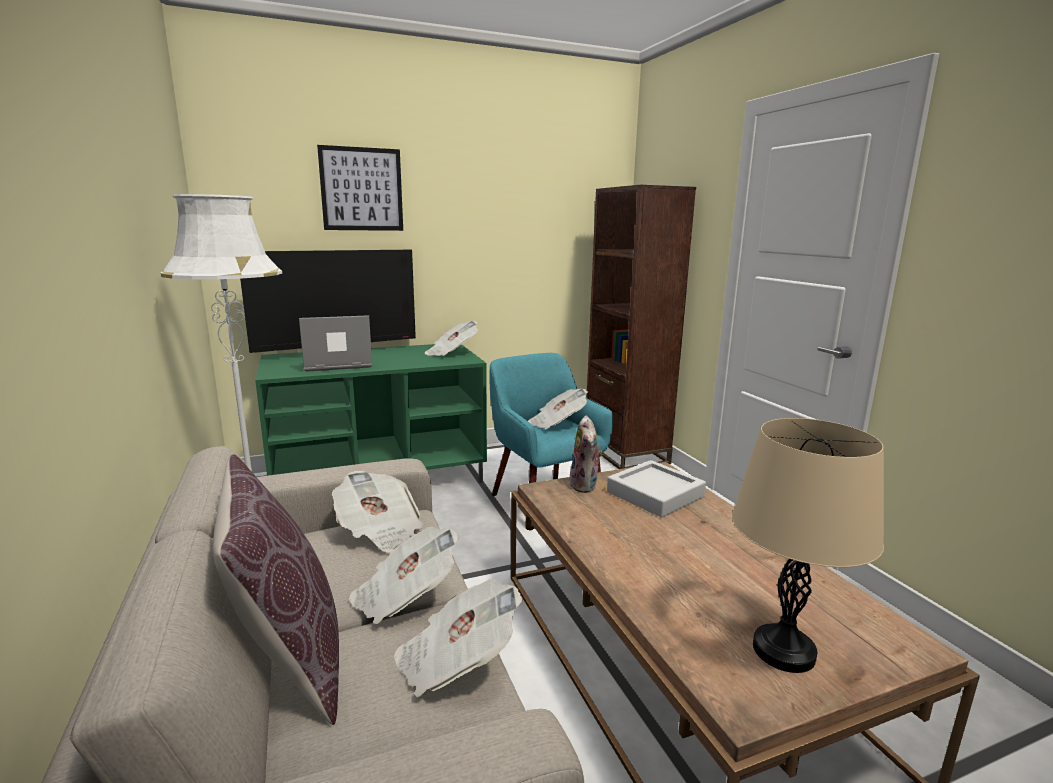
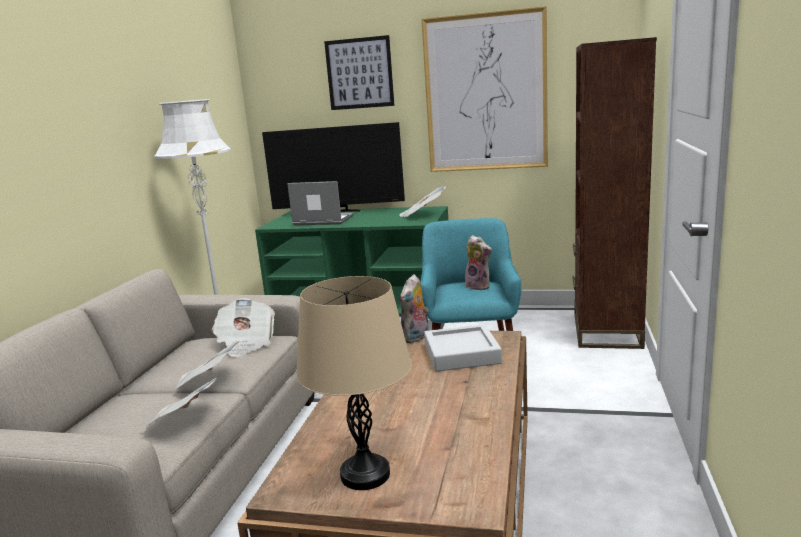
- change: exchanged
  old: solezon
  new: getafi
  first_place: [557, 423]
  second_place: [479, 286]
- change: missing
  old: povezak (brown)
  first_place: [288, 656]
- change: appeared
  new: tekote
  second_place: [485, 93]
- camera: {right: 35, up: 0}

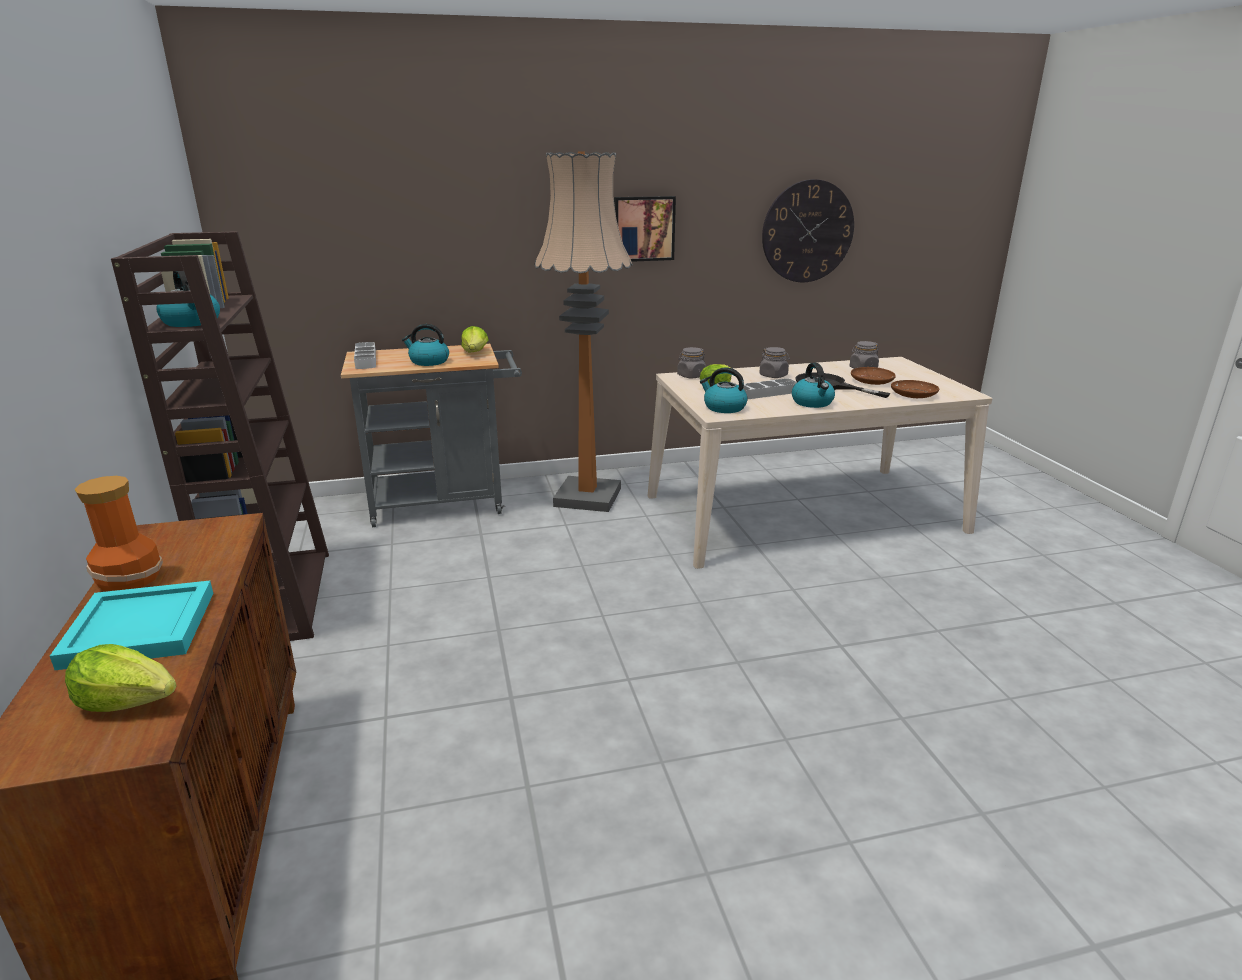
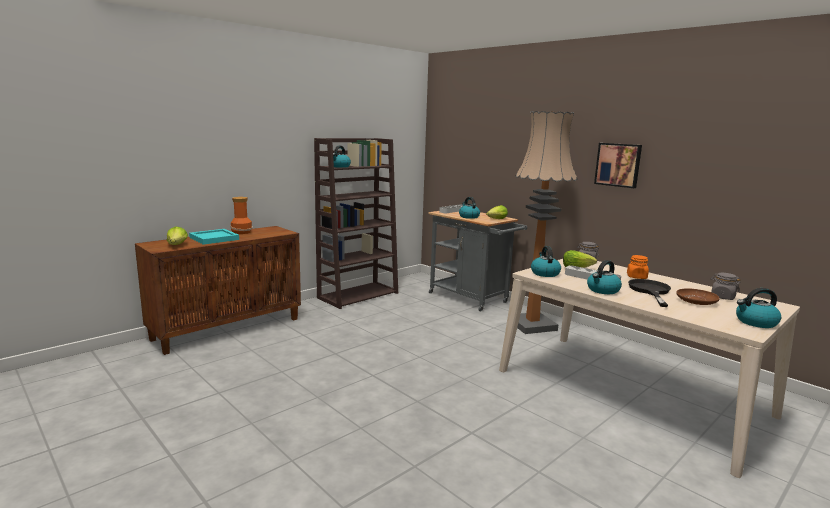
- change: missing
  old: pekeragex
  first_place: [807, 231]
- change: colour
  old: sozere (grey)
  new: sozere (orange)
  first_place: [773, 376]
  second_place: [636, 277]
- change: missing
  old: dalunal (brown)
  first_place: [913, 395]
- change: appeared
  new: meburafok
  second_place: [755, 322]
- camera: {right: 60, up: -10}

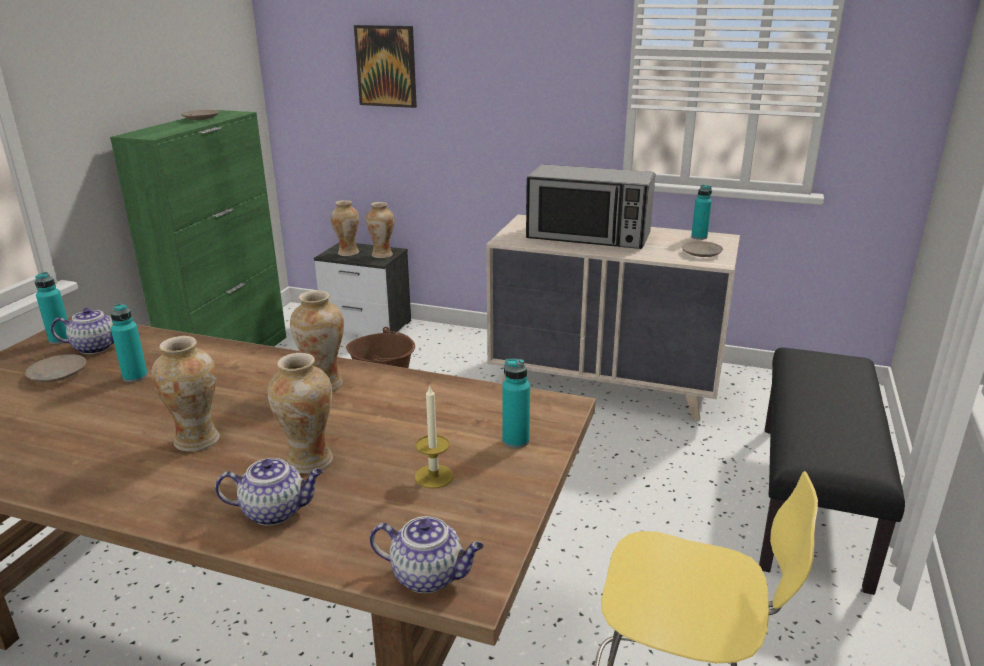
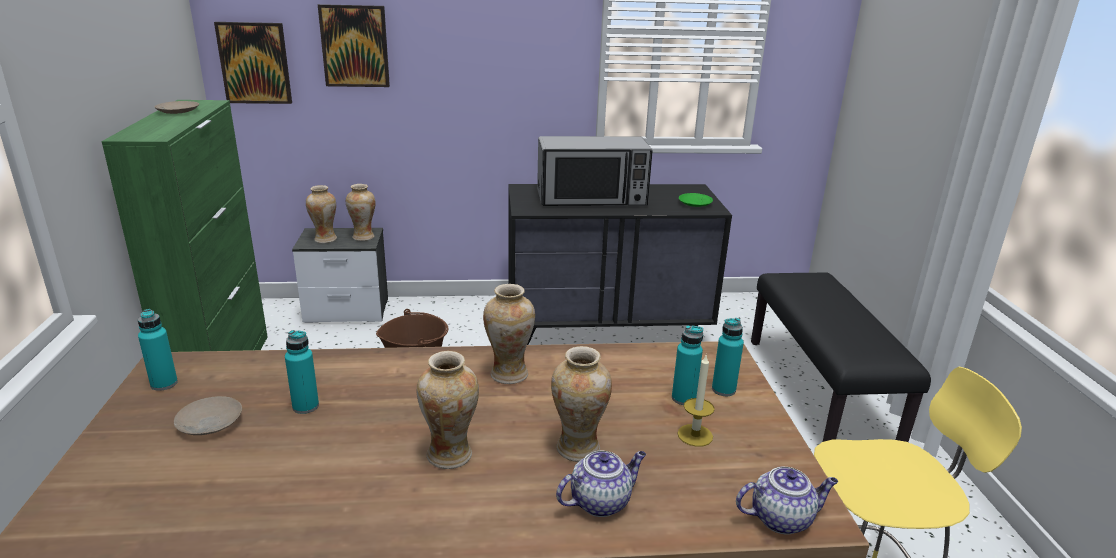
- change: relocated
  old: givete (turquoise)
  first_place: [699, 237]
  second_place: [683, 398]
- change: colour
  old: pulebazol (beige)
  new: pulebazol (black)
  first_place: [606, 384]
  second_place: [607, 328]
- change: colour
  old: dalunal (beige)
  new: dalunal (green)
  first_place: [702, 253]
  second_place: [695, 204]
- change: missing
  old: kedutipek
  first_place: [97, 347]
- change: appeared
  new: tekote
  second_place: [255, 63]
- camera: {right: -25, up: 0}

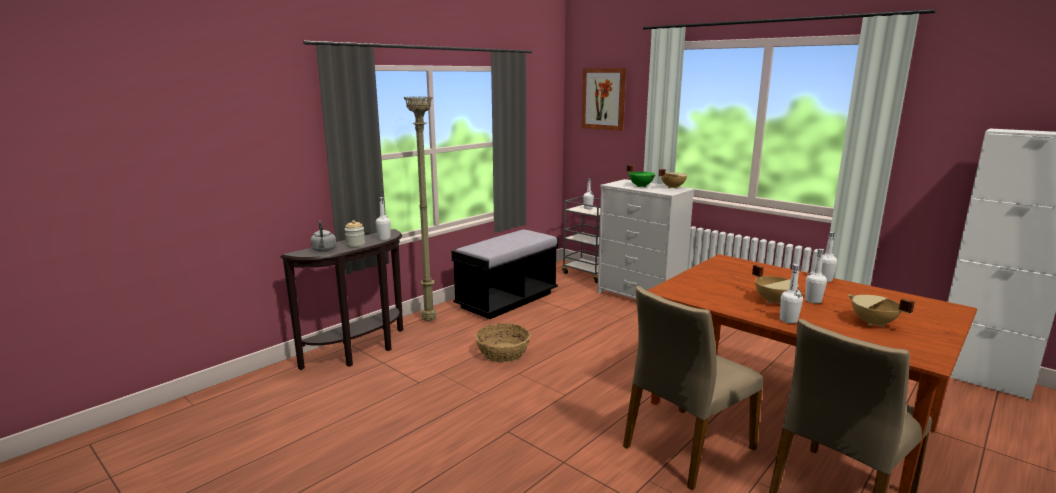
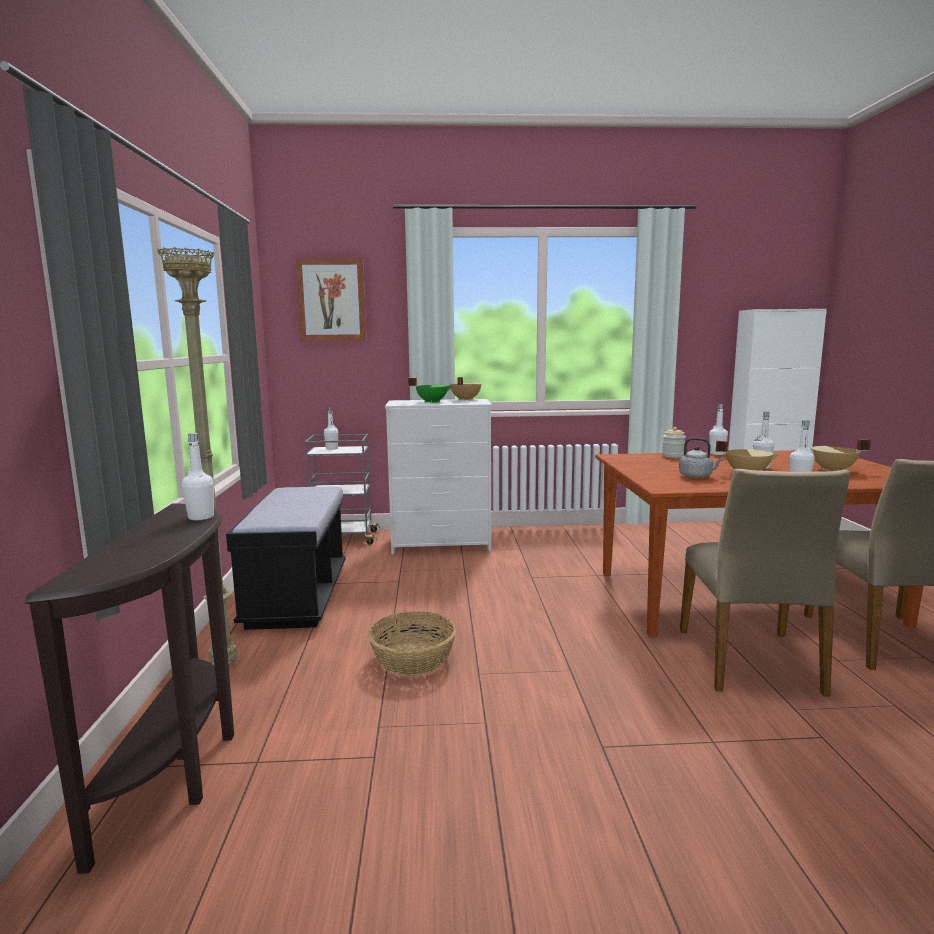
- change: relocated
  old: meburafok (grey)
  first_place: [324, 250]
  second_place: [697, 476]
- change: relocated
  old: sozere
  first_place: [355, 245]
  second_place: [673, 456]
- camera: {right: -45, up: -5}

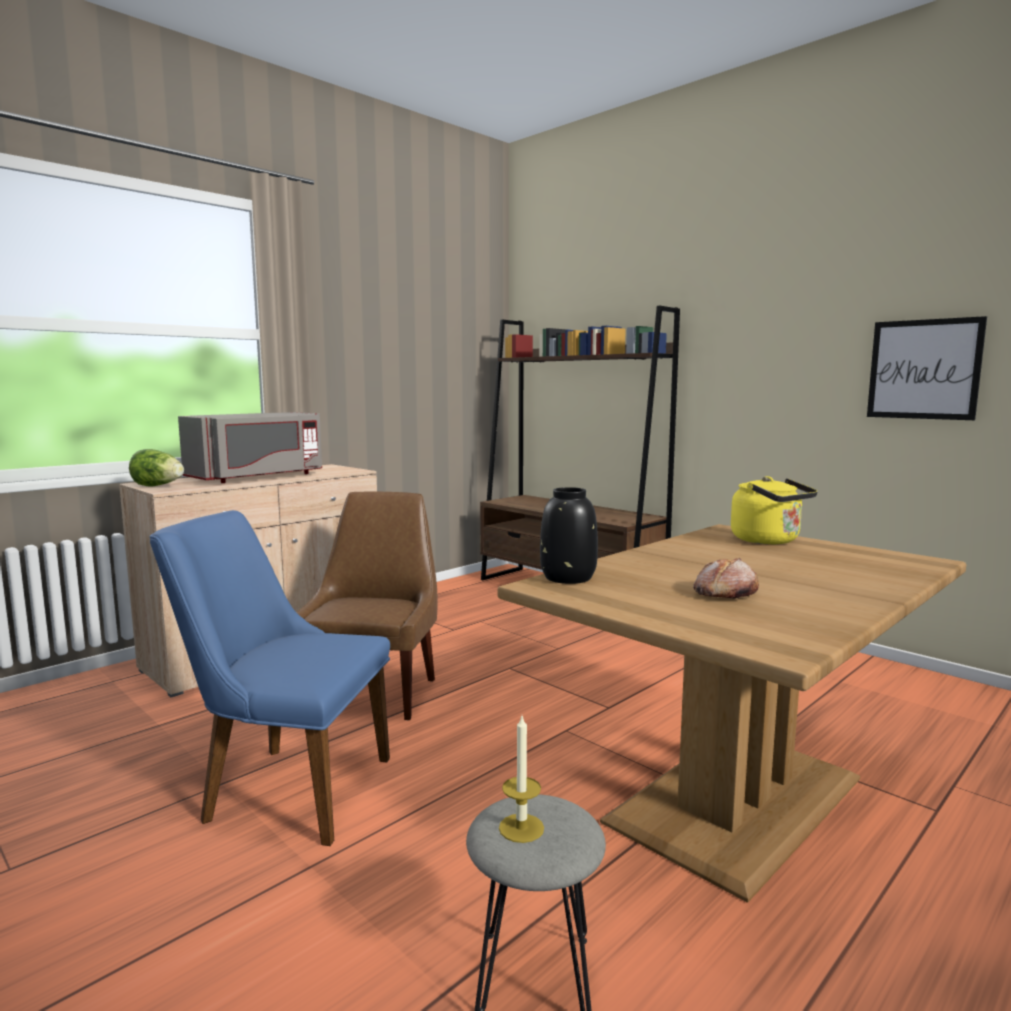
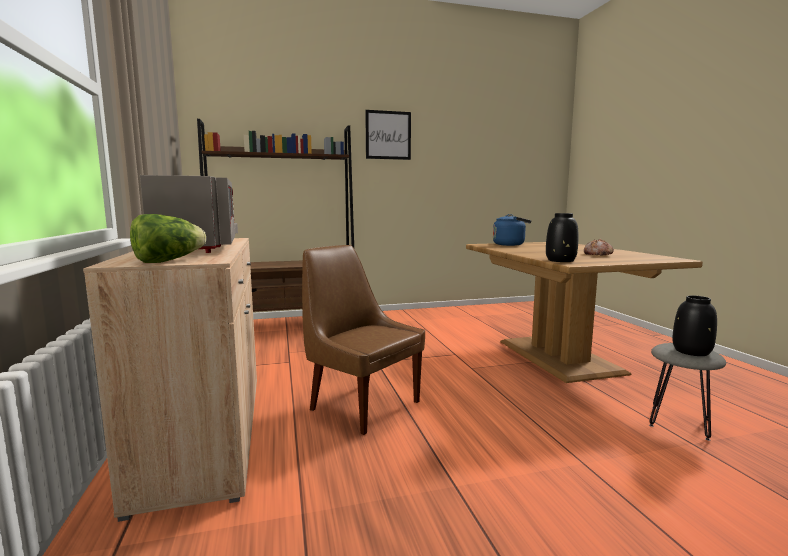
- change: relocated
  old: tekote
  first_place: [923, 369]
  second_place: [388, 135]
- change: colour
  old: meburafok (yellow)
  new: meburafok (blue)
  first_place: [769, 541]
  second_place: [510, 244]
- change: missing
  old: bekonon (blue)
  first_place: [283, 787]
- change: exchanged
  old: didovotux
  new: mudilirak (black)
  first_place: [521, 828]
  second_place: [691, 352]
- camera: {right: -60, up: 0}

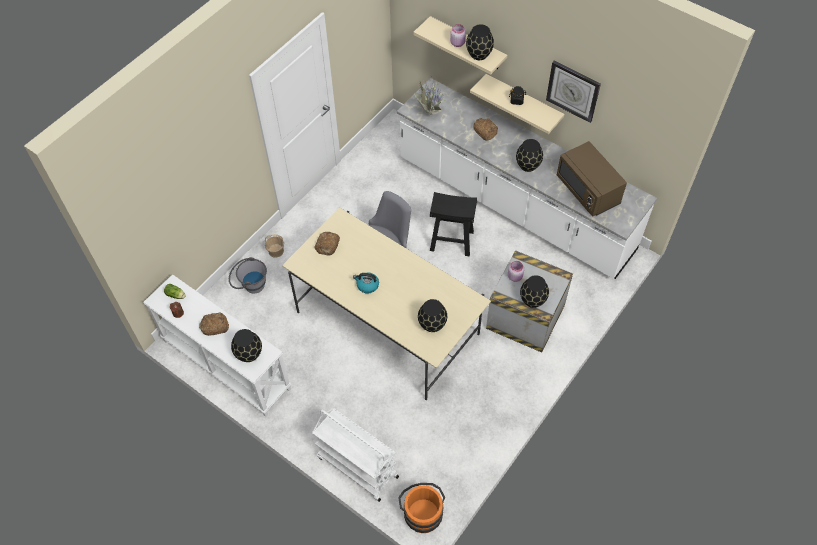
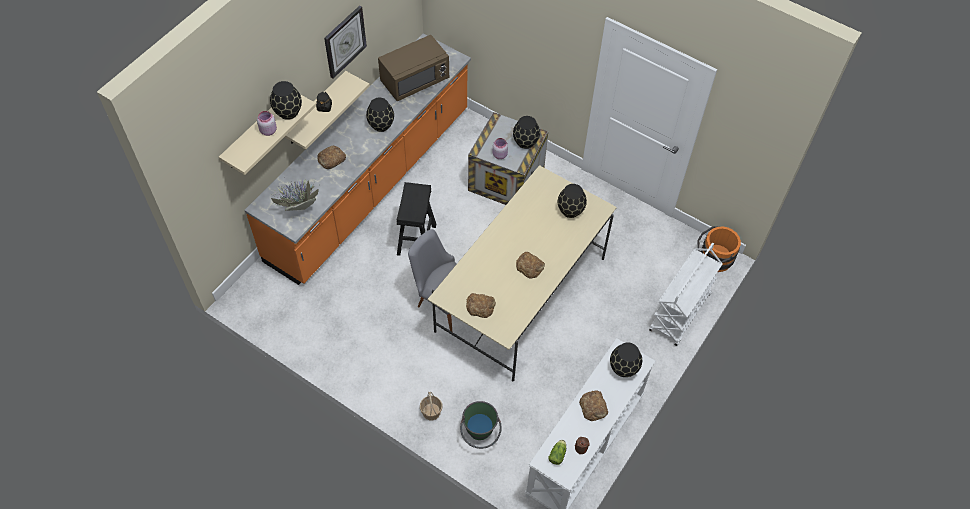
- change: colour
  old: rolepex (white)
  new: rolepex (orange)
  first_place: [514, 205]
  second_place: [371, 184]
- change: colour
  old: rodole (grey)
  new: rodole (green)
  first_place: [250, 285]
  second_place: [480, 434]
- change: exchanged
  old: meburafok
  new: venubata
  first_place: [367, 285]
  second_place: [530, 266]
- camera: {right: -95, up: 0}

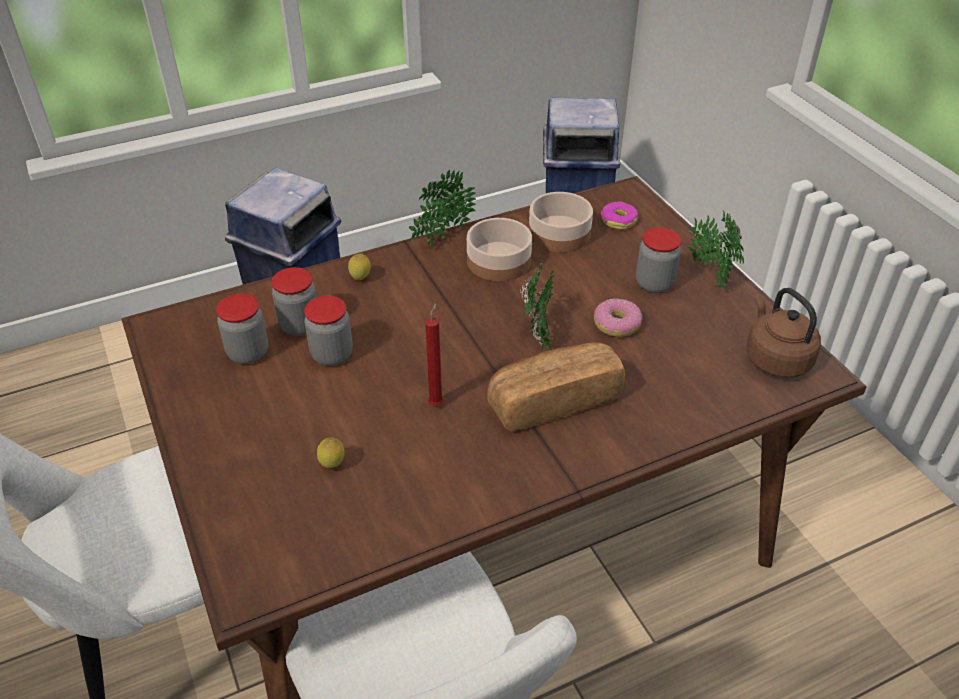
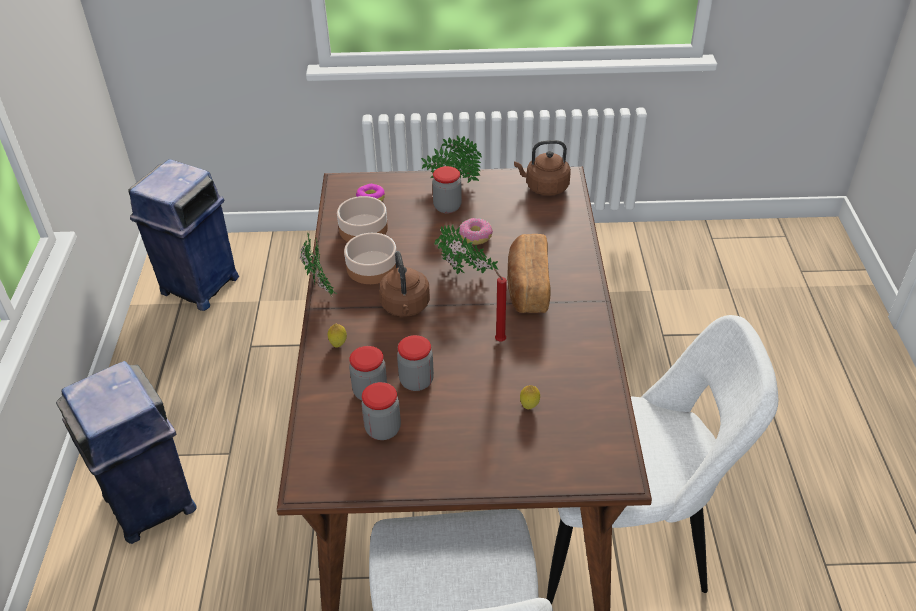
- change: appeared
  new: meburafok (brown)
  second_place: [405, 307]
- camera: {right: -65, up: 0}

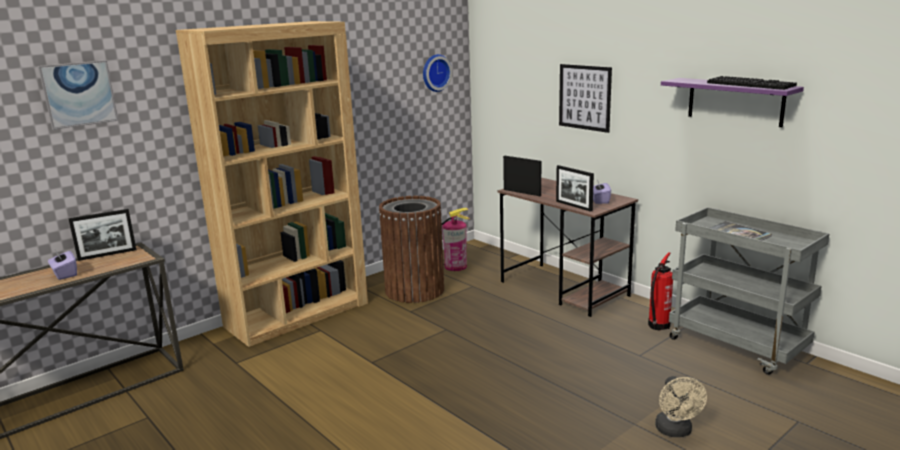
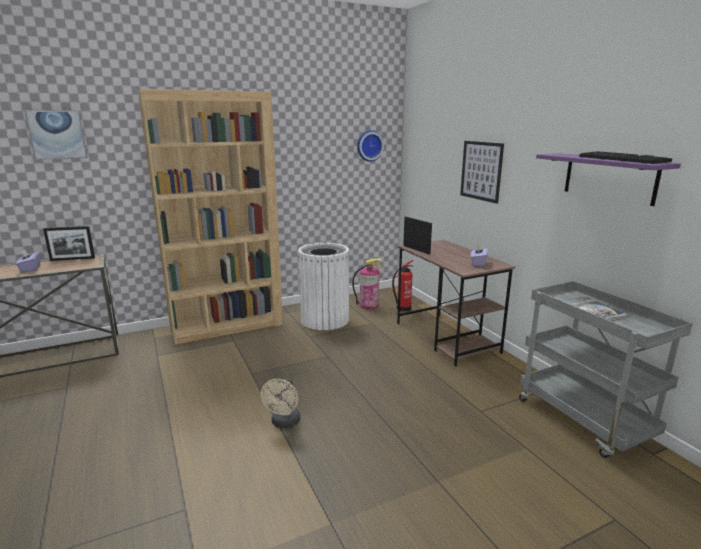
- change: missing
  old: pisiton
  first_place: [573, 206]
- change: colour
  old: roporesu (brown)
  new: roporesu (white)
  first_place: [414, 290]
  second_place: [325, 320]
- change: relocated
  old: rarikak
  first_place: [657, 326]
  second_place: [402, 309]
- change: relocated
  old: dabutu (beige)
  first_place: [676, 431]
  second_place: [284, 423]
- camera: {right: 15, up: 0}

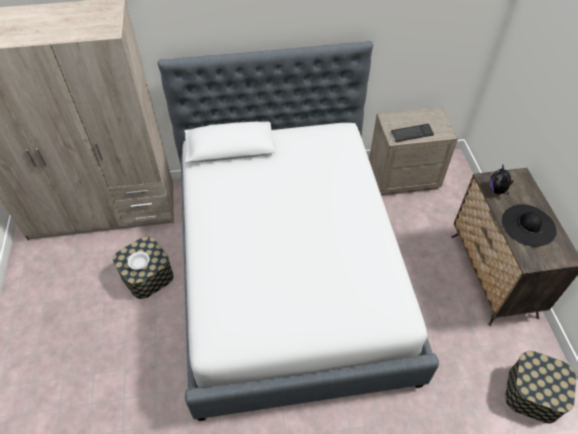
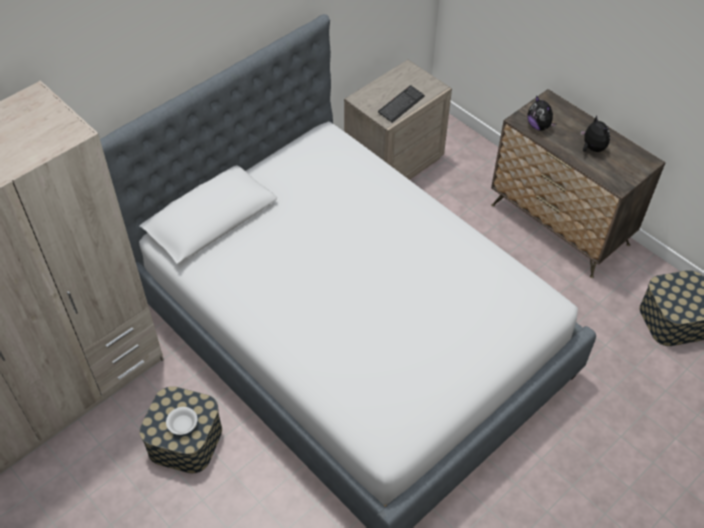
- change: exchanged
  old: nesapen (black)
  new: getafi
  first_place: [528, 225]
  second_place: [592, 148]
- camera: {right: -35, up: 0}

